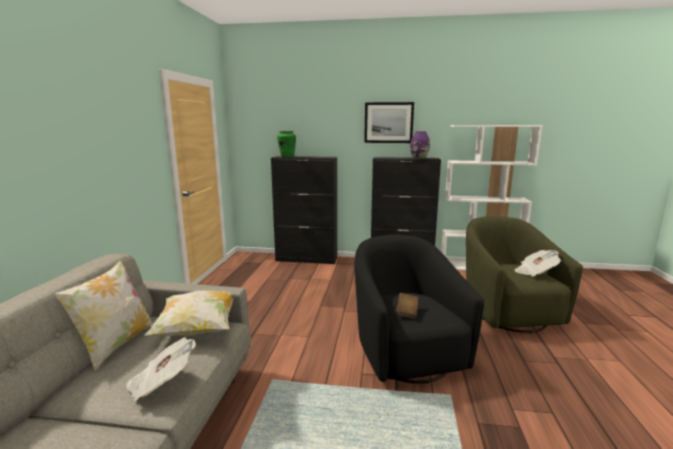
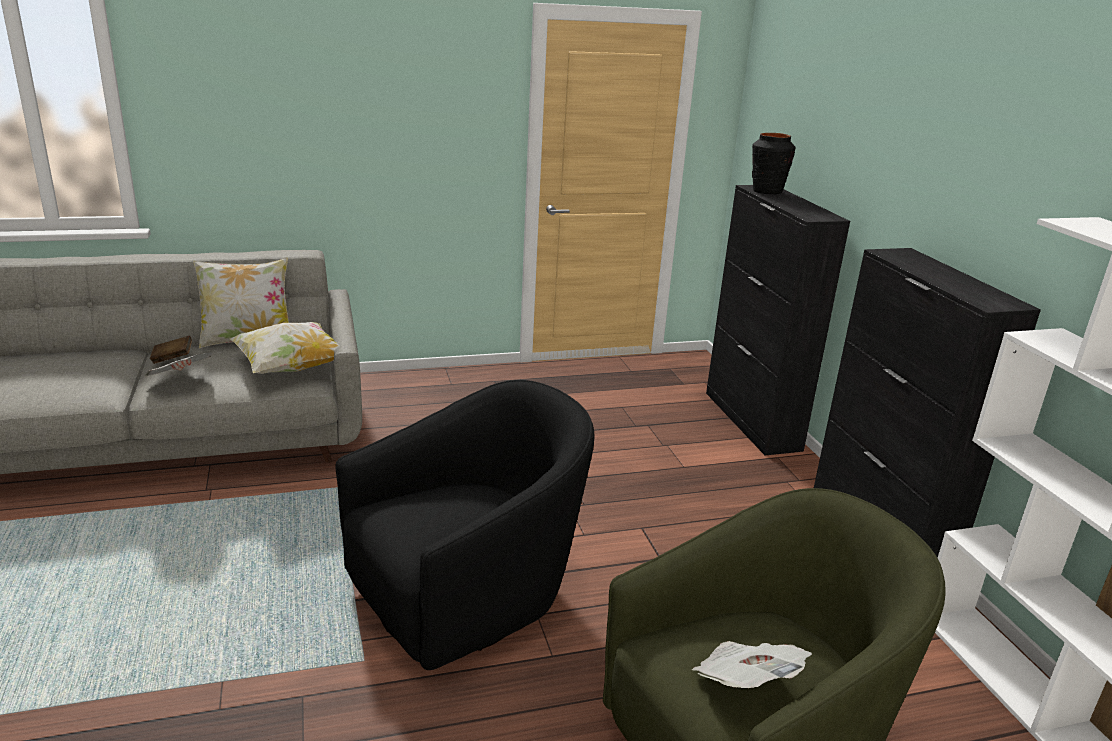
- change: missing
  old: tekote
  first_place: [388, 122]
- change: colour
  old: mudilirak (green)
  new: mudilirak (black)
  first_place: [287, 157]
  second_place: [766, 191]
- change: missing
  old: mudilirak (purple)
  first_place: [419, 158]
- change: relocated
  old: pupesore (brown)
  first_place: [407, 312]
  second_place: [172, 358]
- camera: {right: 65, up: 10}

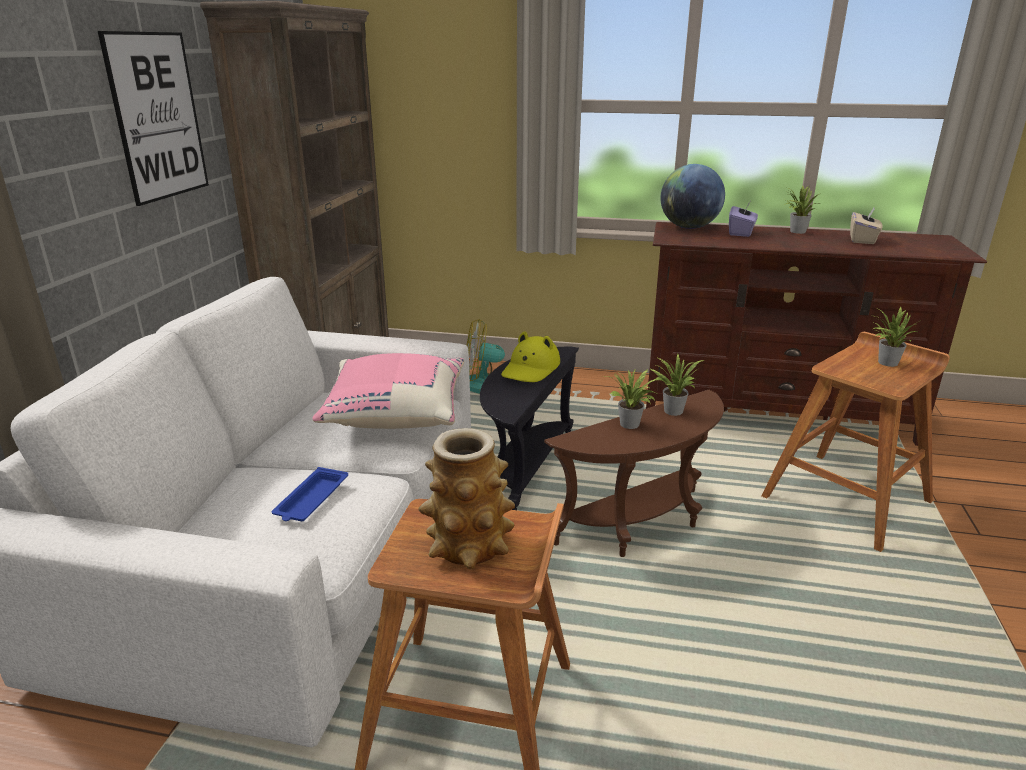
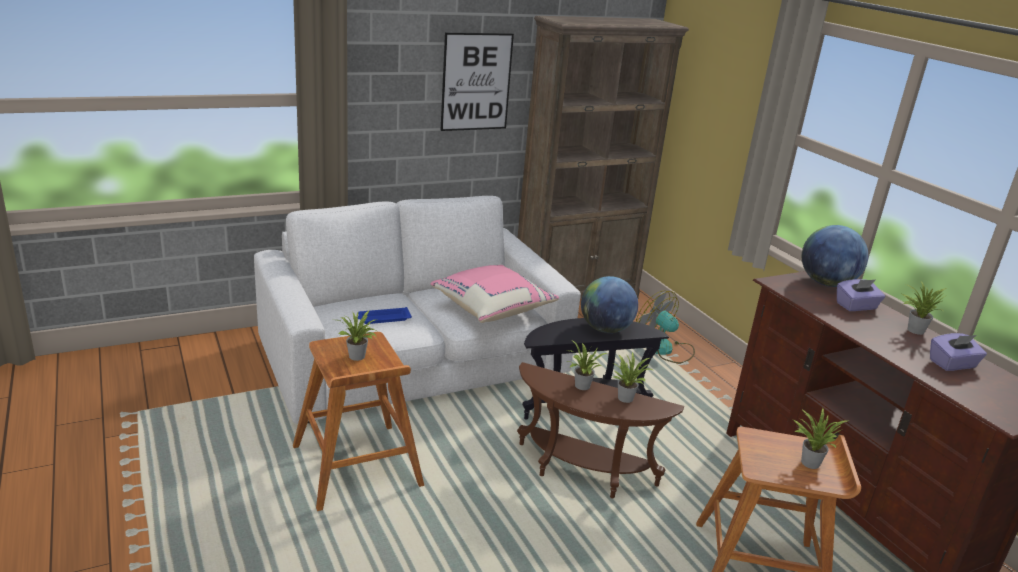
- change: colour
  old: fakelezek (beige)
  new: fakelezek (purple)
  first_place: [862, 240]
  second_place: [952, 364]
- change: exchanged
  old: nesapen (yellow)
  new: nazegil
  first_place: [531, 369]
  second_place: [605, 329]
- change: exchanged
  old: mudilirak
  new: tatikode
  first_place: [469, 545]
  second_place: [357, 357]
- camera: {right: 50, up: 0}

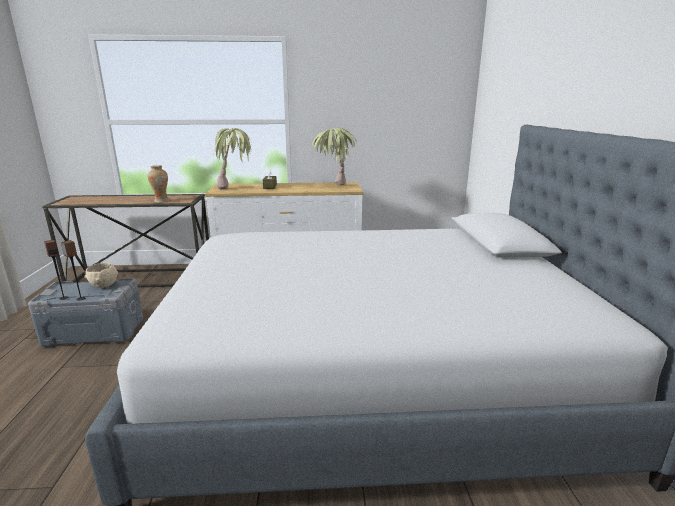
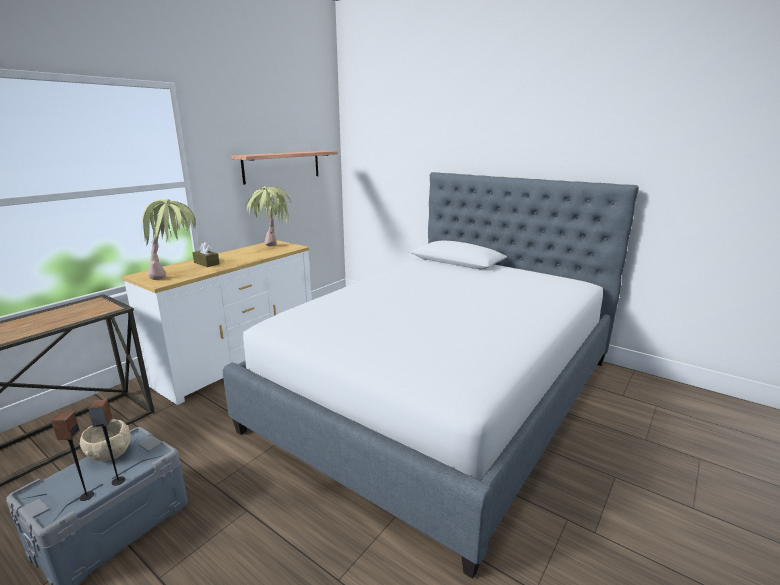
- change: missing
  old: mudilirak
  first_place: [161, 201]
- change: appeared
  new: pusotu
  second_place: [282, 166]
- camera: {right: -50, up: 0}

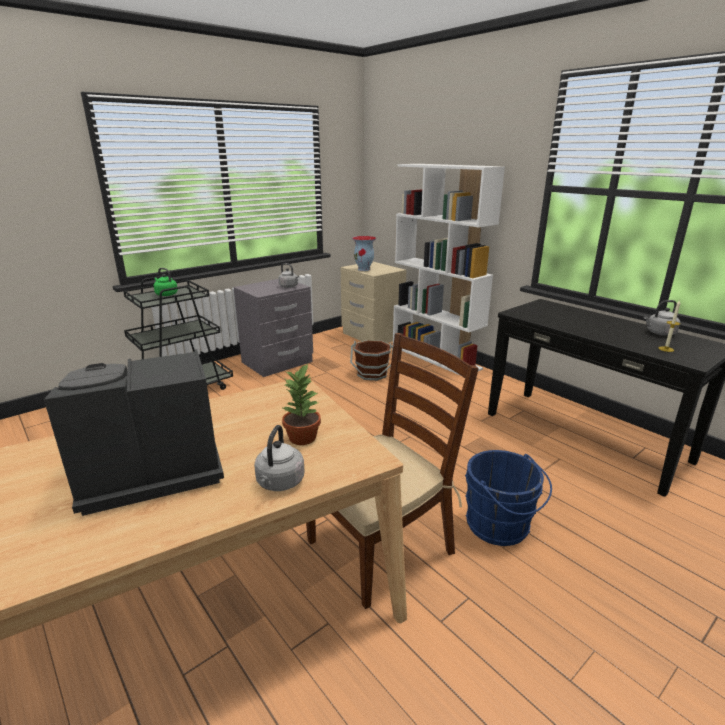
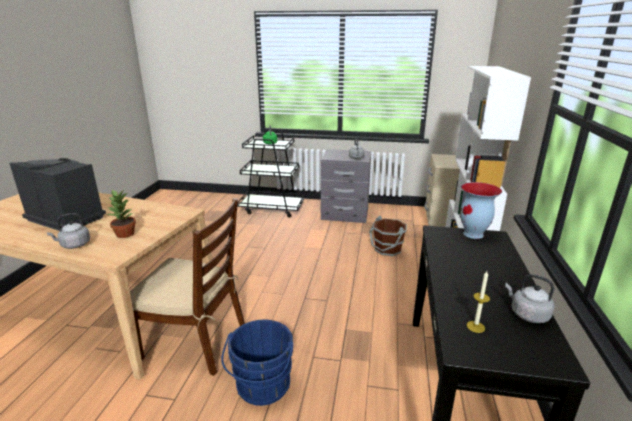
- change: relocated
  old: mudilirak
  first_place: [364, 269]
  second_place: [474, 234]
- camera: {right: 50, up: 0}

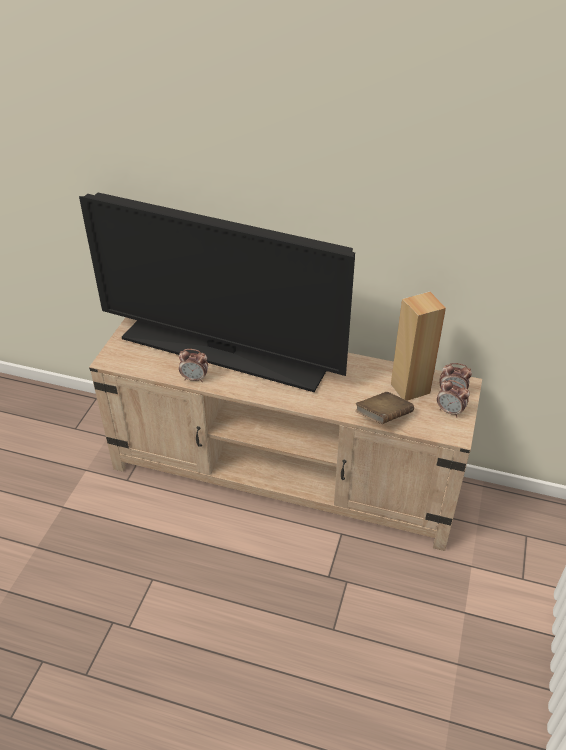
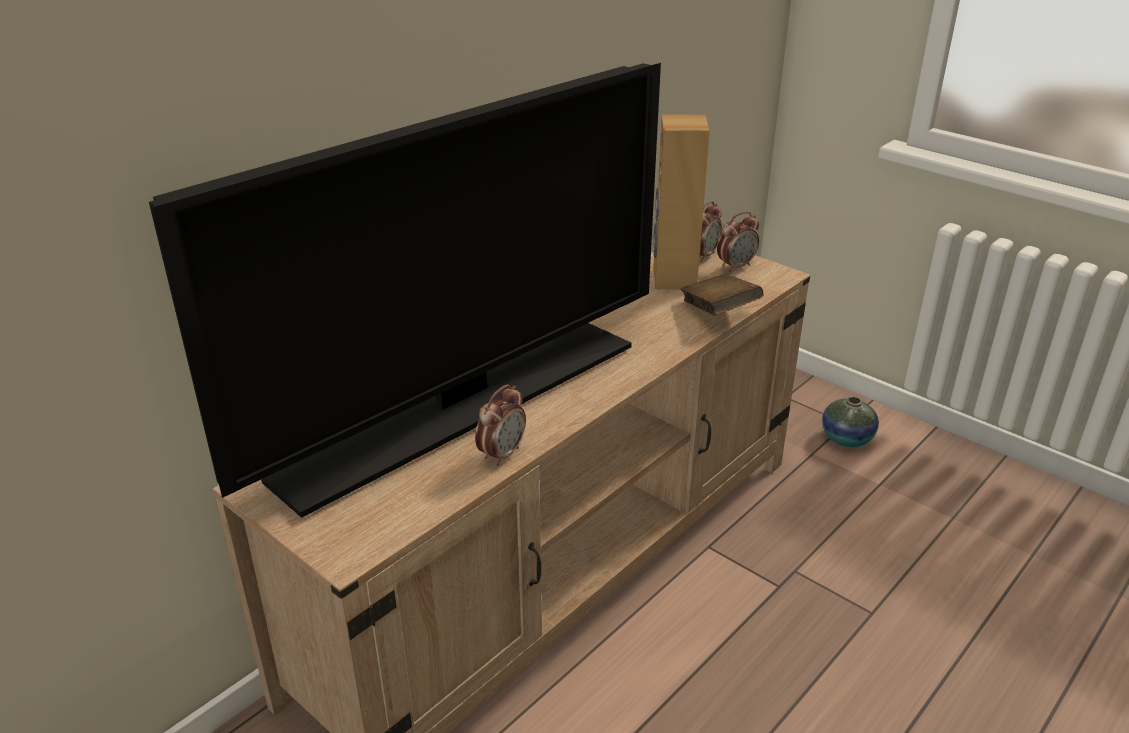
- change: appeared
  new: mudilirak
  second_place: [846, 438]
- camera: {right: -65, up: -10}

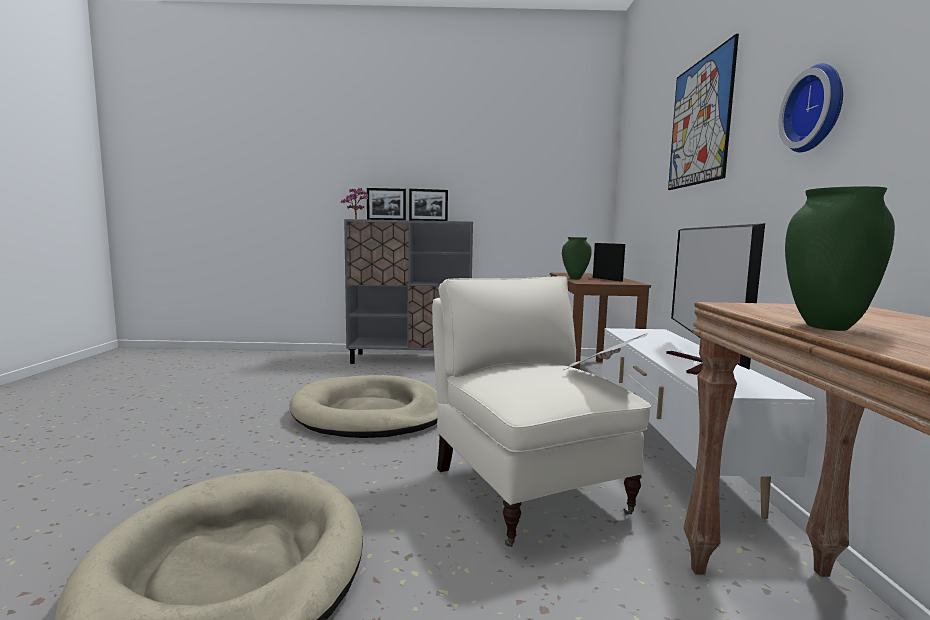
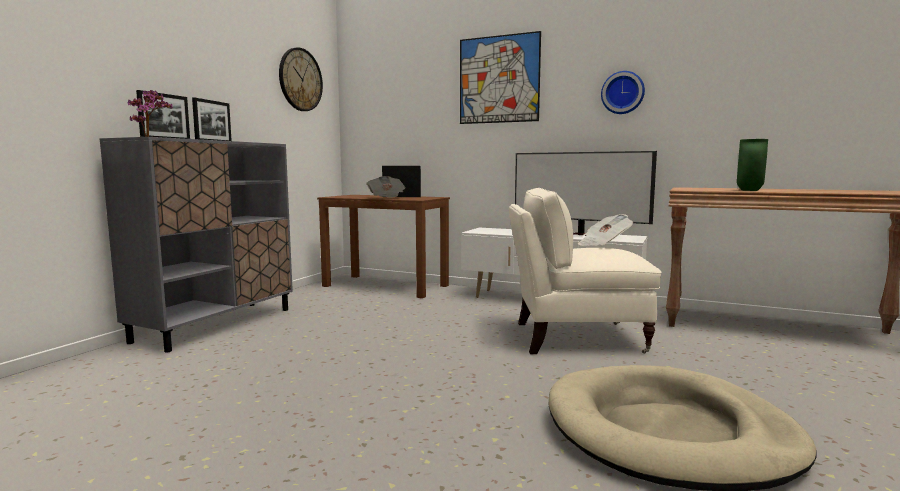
- change: exchanged
  old: mudilirak (green)
  new: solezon
  first_place: [575, 278]
  second_place: [386, 198]
- change: missing
  old: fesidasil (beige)
  first_place: [370, 413]
- change: appeared
  new: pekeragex
  second_place: [300, 80]
- camera: {right: -65, up: 0}

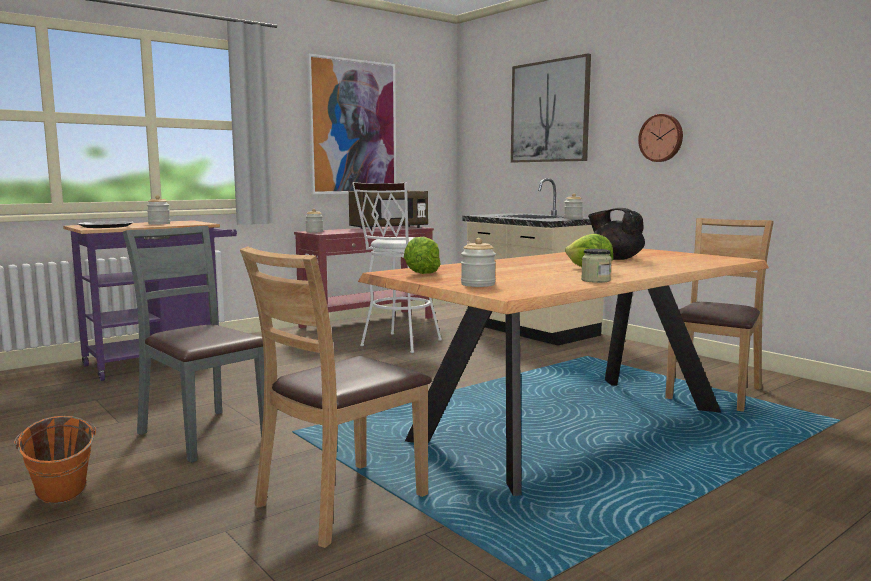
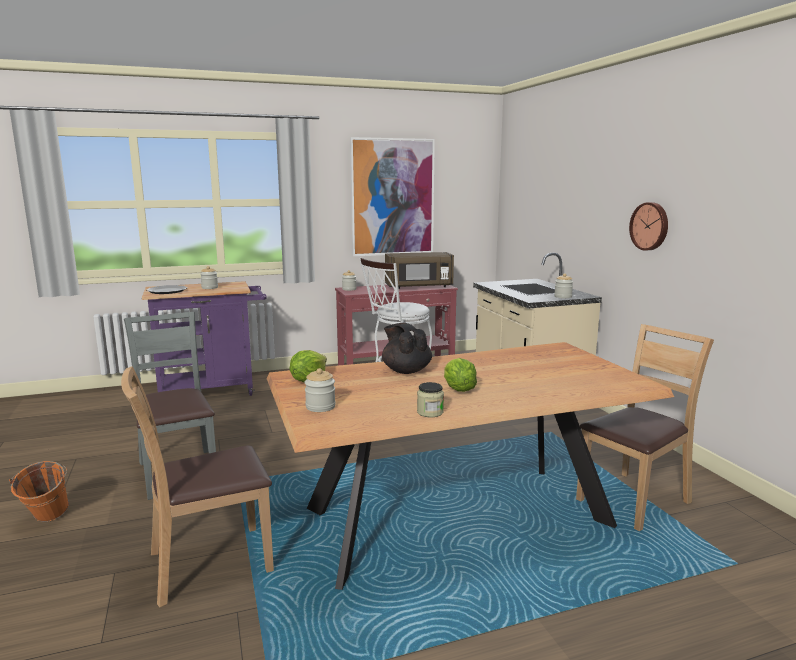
- change: missing
  old: tekote
  first_place: [549, 111]
- change: relocated
  old: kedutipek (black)
  first_place: [616, 258]
  second_place: [406, 370]
- camera: {right: 20, up: 5}

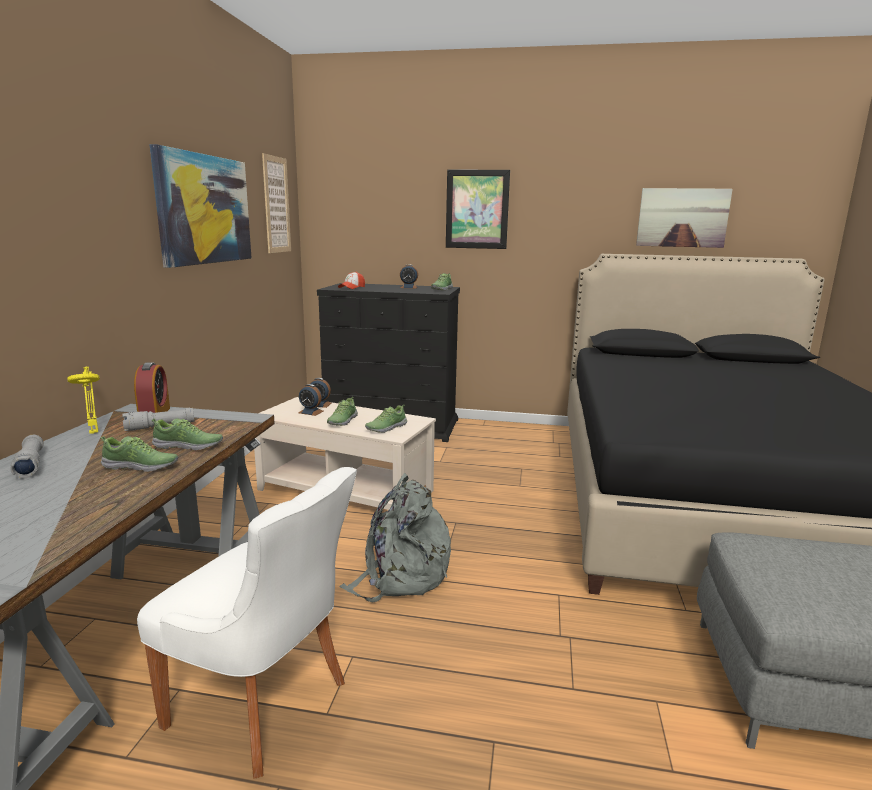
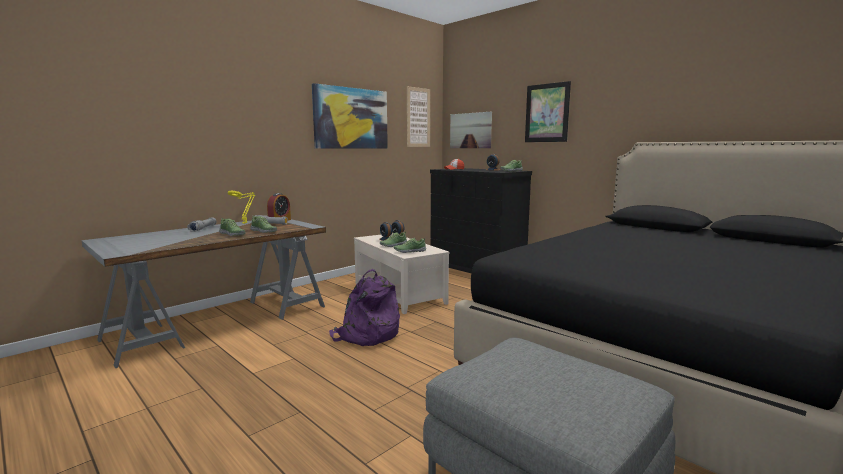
- change: relocated
  old: tekote
  first_place: [682, 217]
  second_place: [470, 130]
- change: missing
  old: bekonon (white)
  first_place: [263, 705]
- change: colour
  old: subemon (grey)
  new: subemon (purple)
  first_place: [401, 575]
  second_place: [367, 335]
- camera: {right: 35, up: -5}

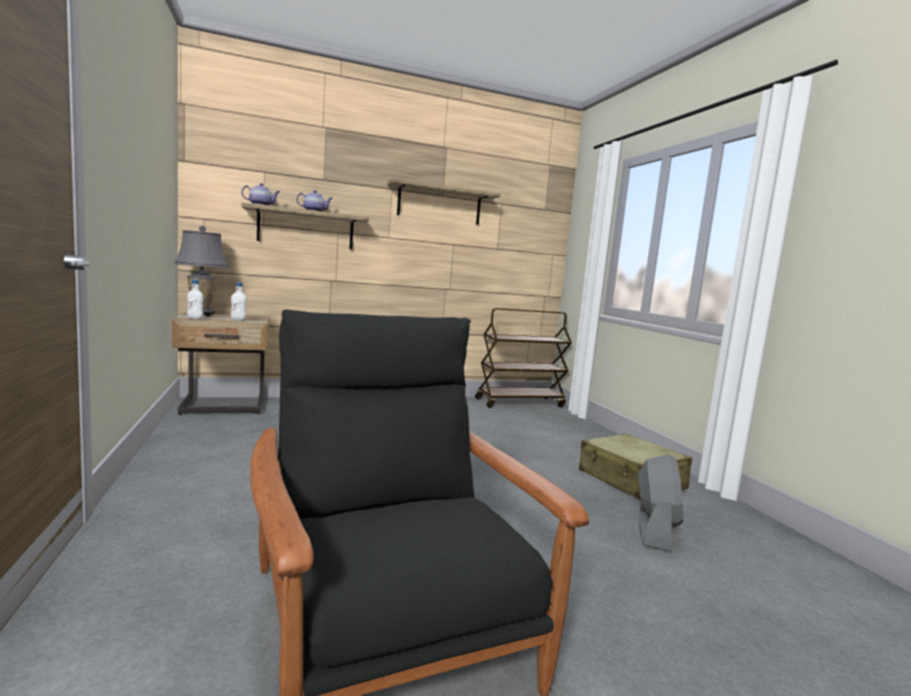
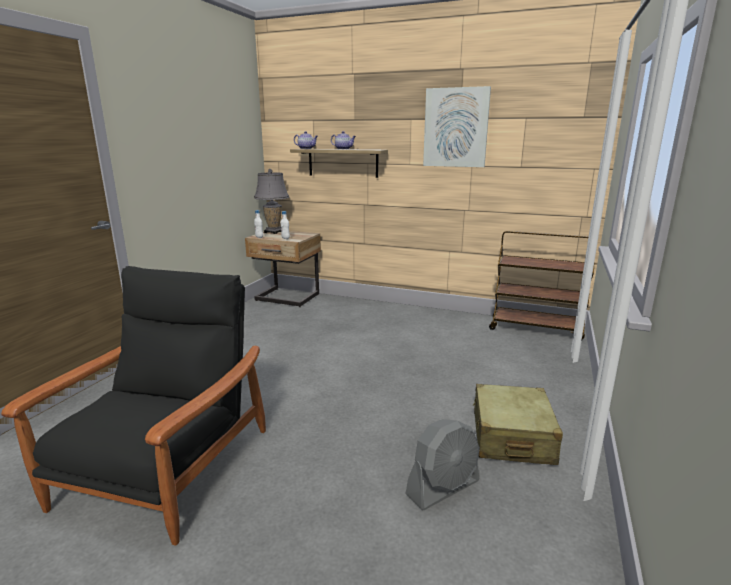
- change: exchanged
  old: pusotu
  new: tekote
  first_place: [439, 204]
  second_place: [456, 128]
- camera: {right: 40, up: 10}

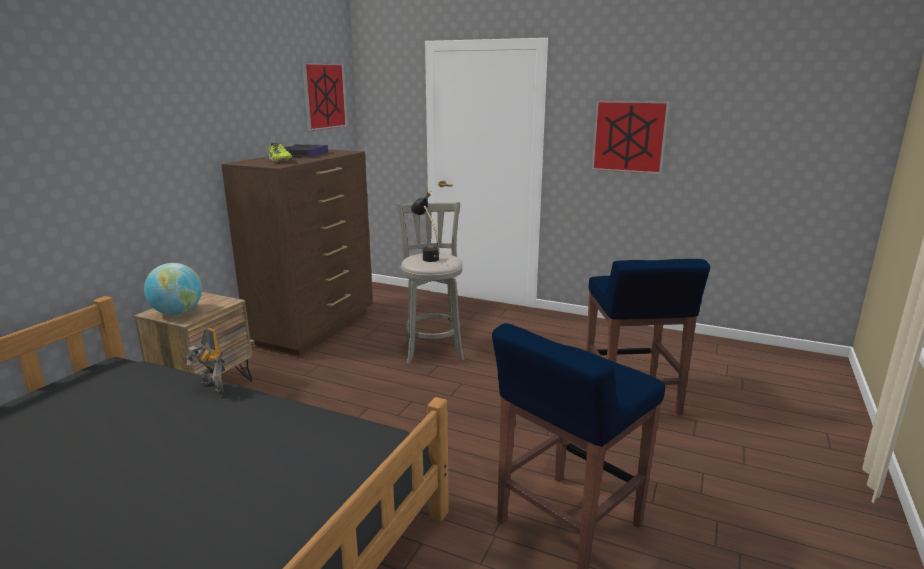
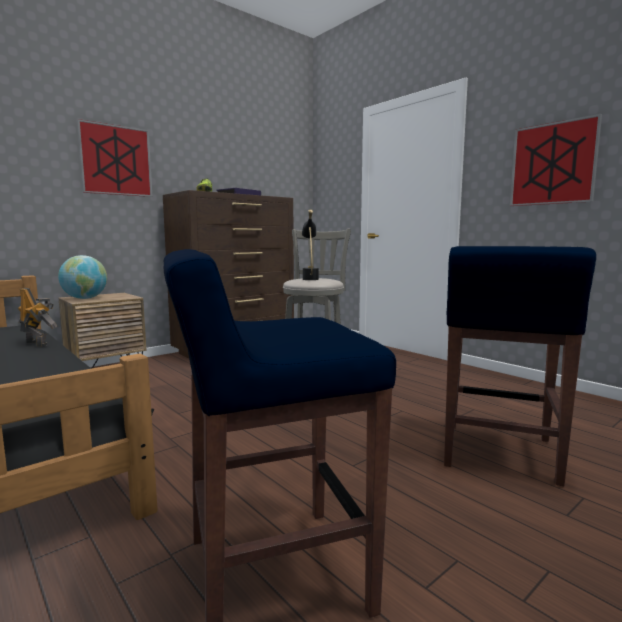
- change: relocated
  old: tekote
  first_place: [324, 96]
  second_place: [116, 160]
- change: spun
  old: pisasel
  first_place: [211, 388]
  second_place: [38, 343]
  degrees: 150
- camera: {right: 25, up: -10}

